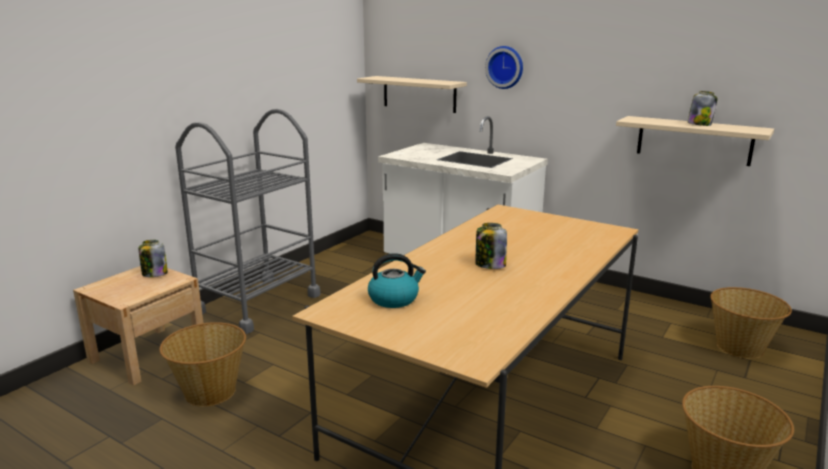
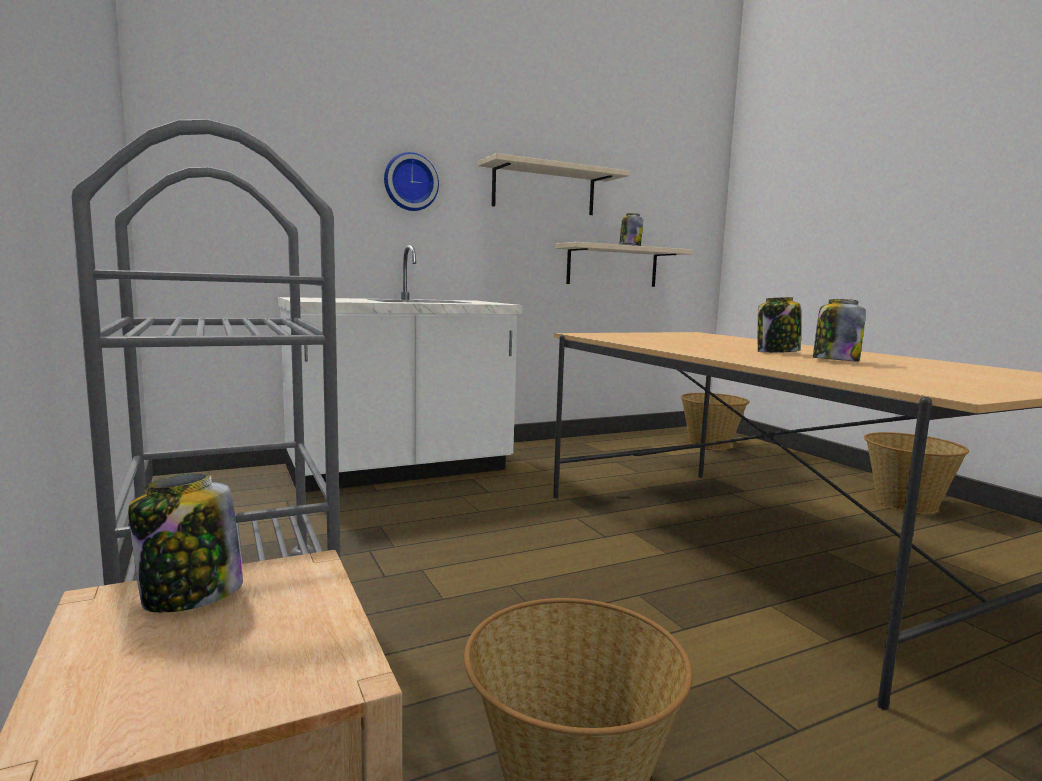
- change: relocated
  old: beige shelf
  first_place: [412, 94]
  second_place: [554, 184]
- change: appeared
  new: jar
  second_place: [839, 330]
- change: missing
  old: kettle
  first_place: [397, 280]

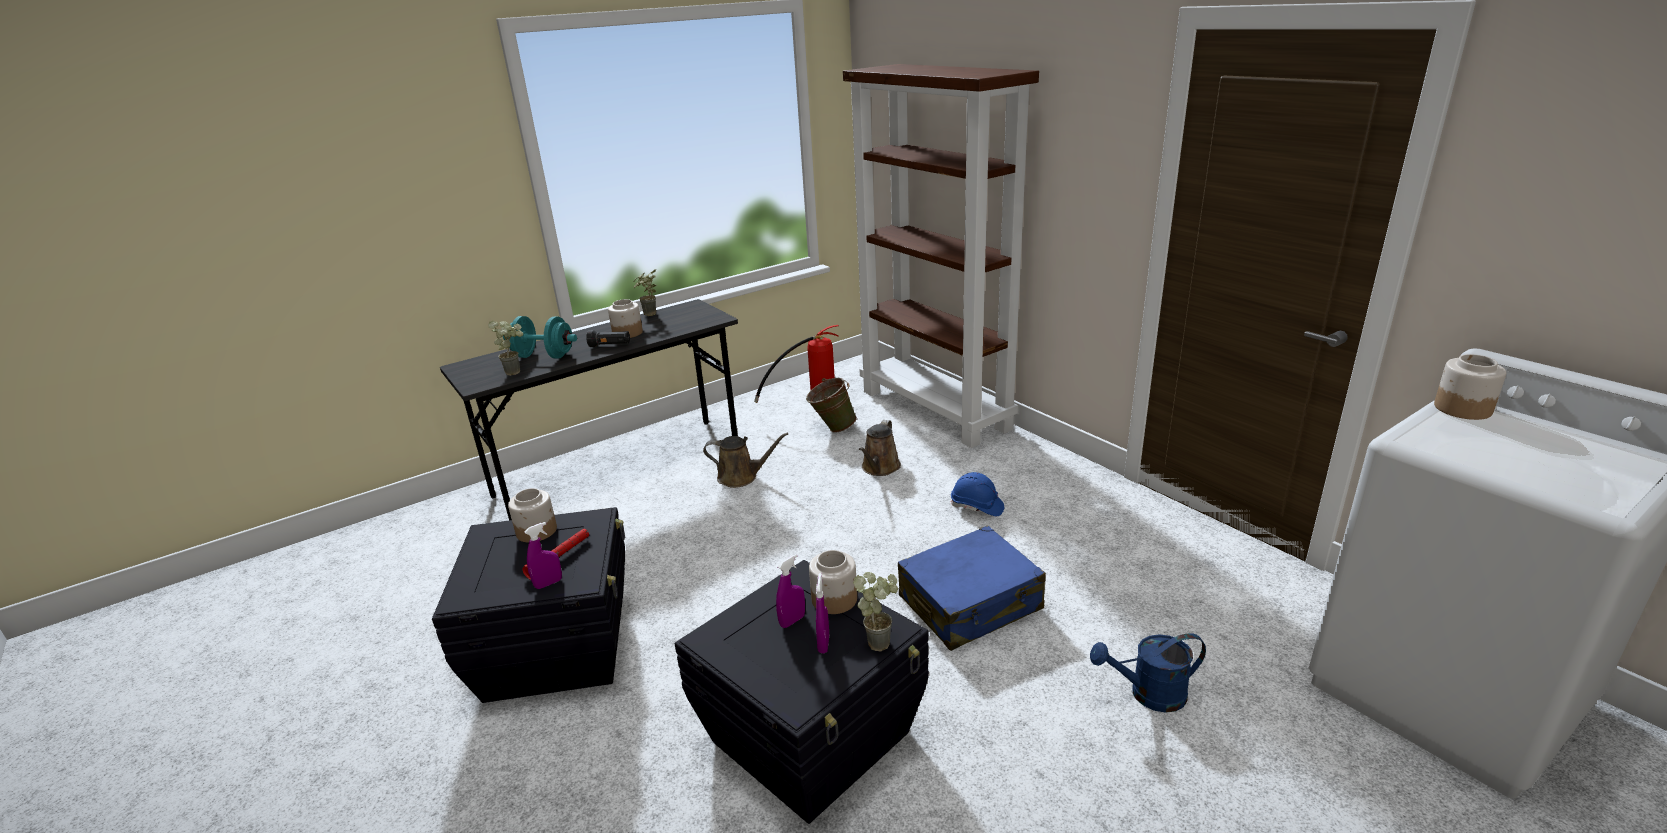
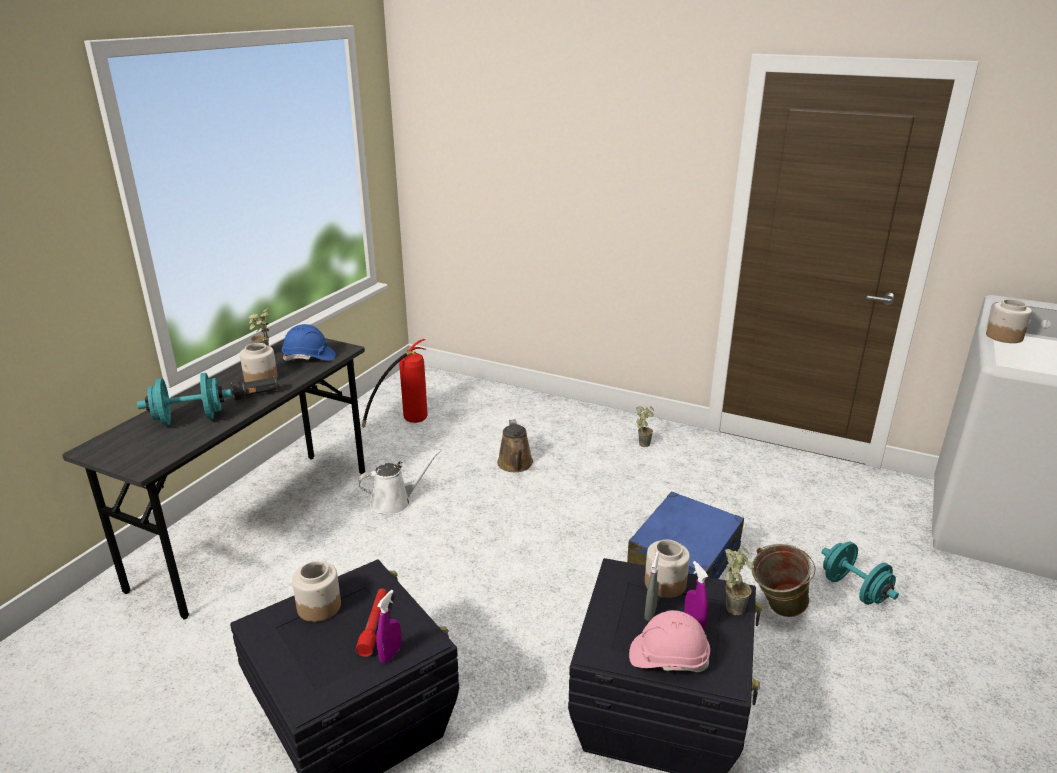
- change: relocated
  old: blue hard hat
  first_place: [977, 494]
  second_place: [309, 342]
- change: colour
  old: brown watering can
  new: white watering can
  first_place: [745, 460]
  second_place: [400, 482]
- change: appeared
  new: pink hard hat
  second_place: [669, 641]
- change: relocated
  old: potted plant
  first_place: [505, 348]
  second_place: [645, 426]
- change: colour
  old: purple spray bottle
  new: grey spray bottle
  first_place: [790, 591]
  second_place: [651, 586]
- change: relocated
  old: green bucket
  first_place: [831, 405]
  second_place: [783, 580]
- change: exchanged
  old: blue watering can
  new: turquoise dumbbell
  first_place: [1148, 673]
  second_place: [860, 573]
- change: missing
  old: brown bookcase
  first_place: [941, 256]

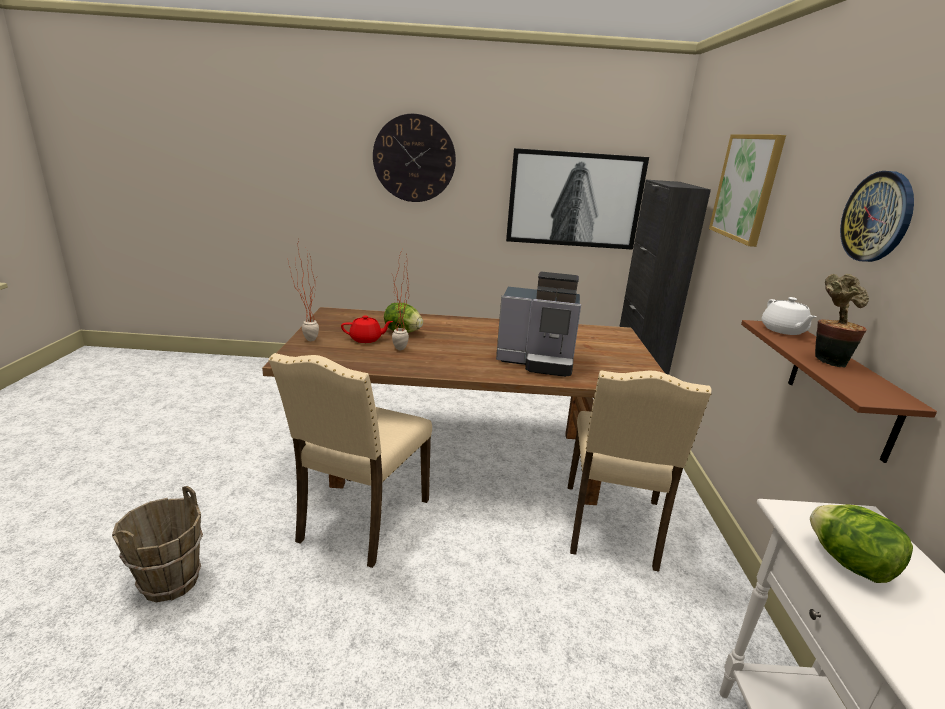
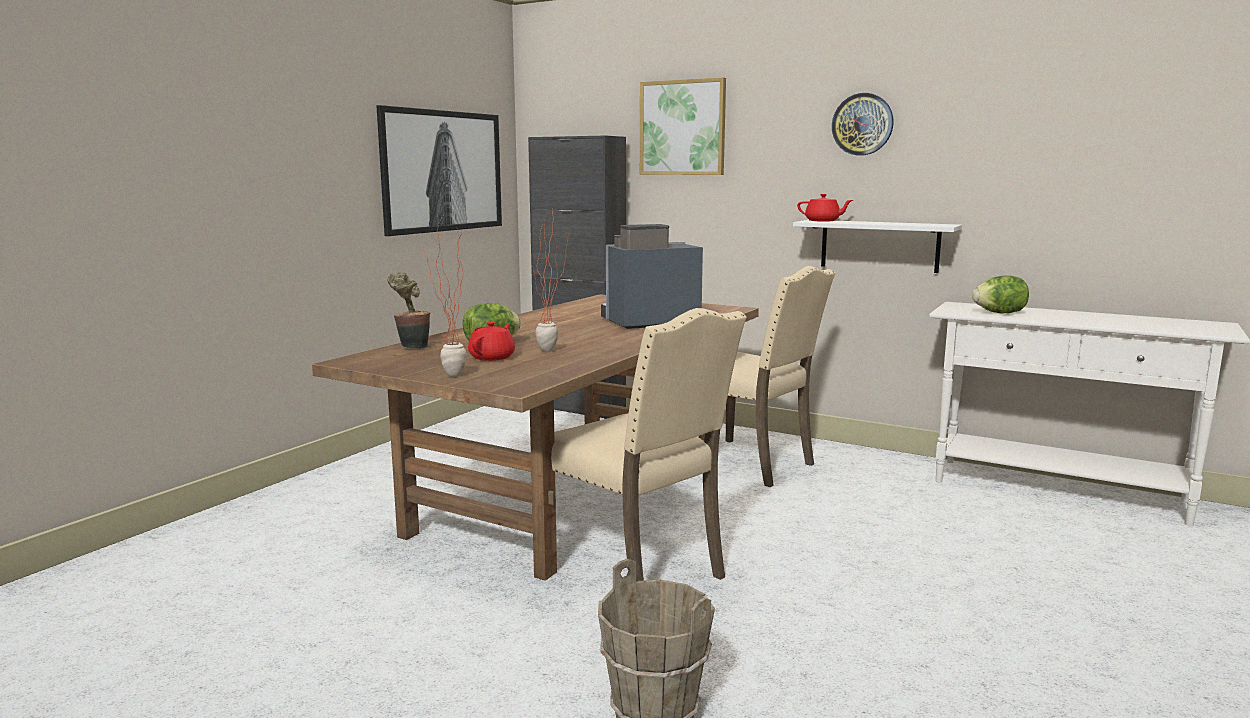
- change: relocated
  old: potted plant
  first_place: [842, 321]
  second_place: [408, 310]
- change: spun
  old: coffee machine
  first_place: [538, 324]
  second_place: [652, 276]
  degrees: -150
- change: colour
  old: brown shelf
  new: white shelf
  first_place: [839, 391]
  second_place: [877, 246]
- change: colour
  old: white teapot
  new: red teapot
  first_place: [789, 316]
  second_place: [825, 208]
- change: missing
  old: wall clock
  first_place: [414, 158]

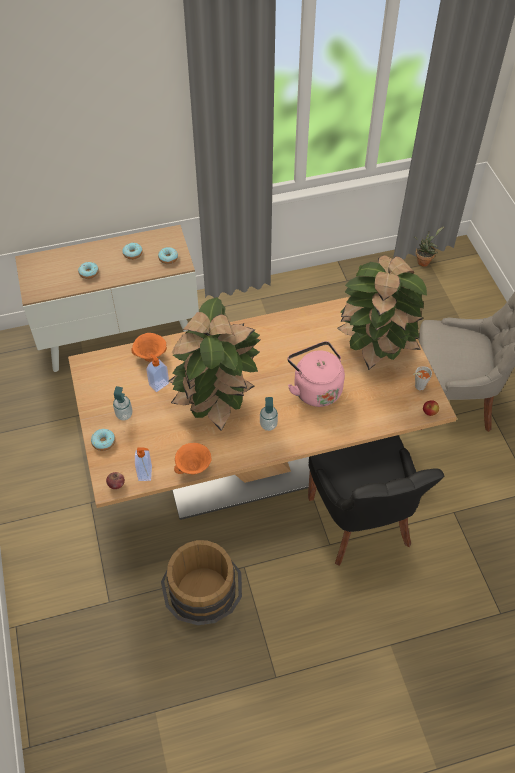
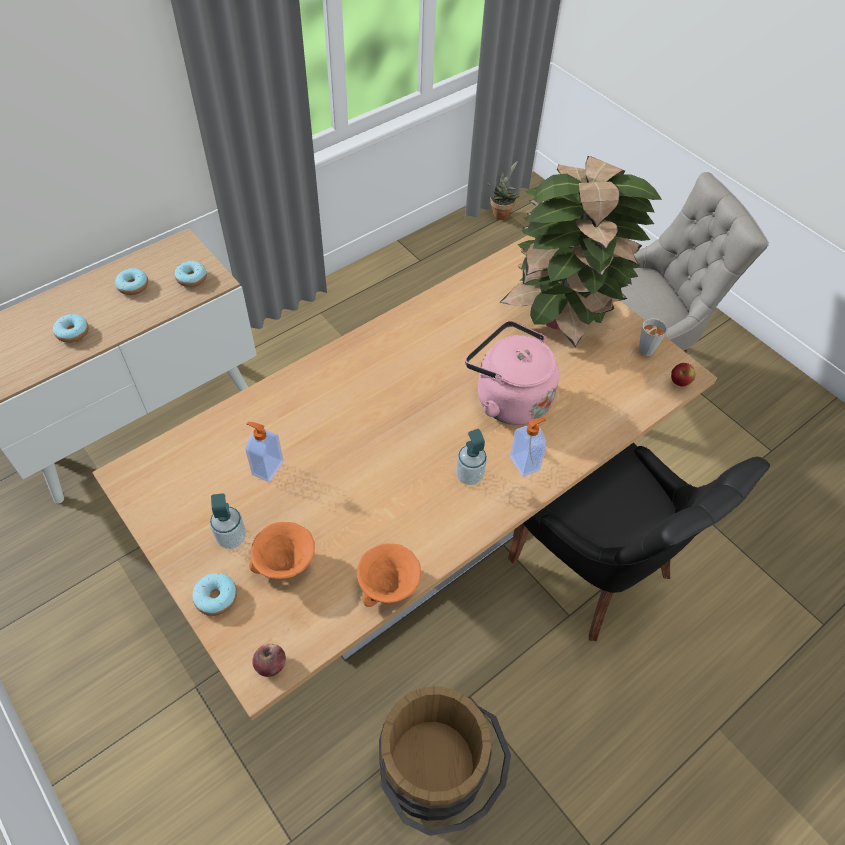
- change: relocated
  old: orange bowl
  first_place: [149, 347]
  second_place: [282, 550]
- change: relocated
  old: soap dispenser
  first_place: [143, 464]
  second_place: [528, 447]
- change: missing
  old: potted plant
  first_place: [214, 364]

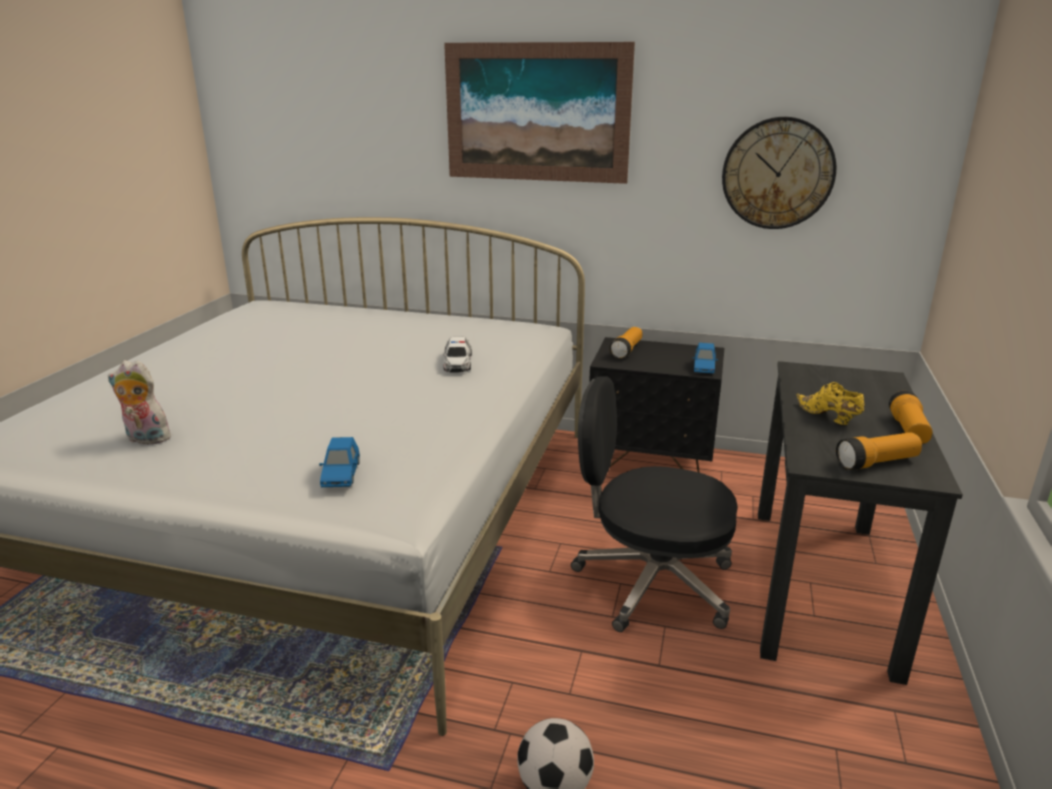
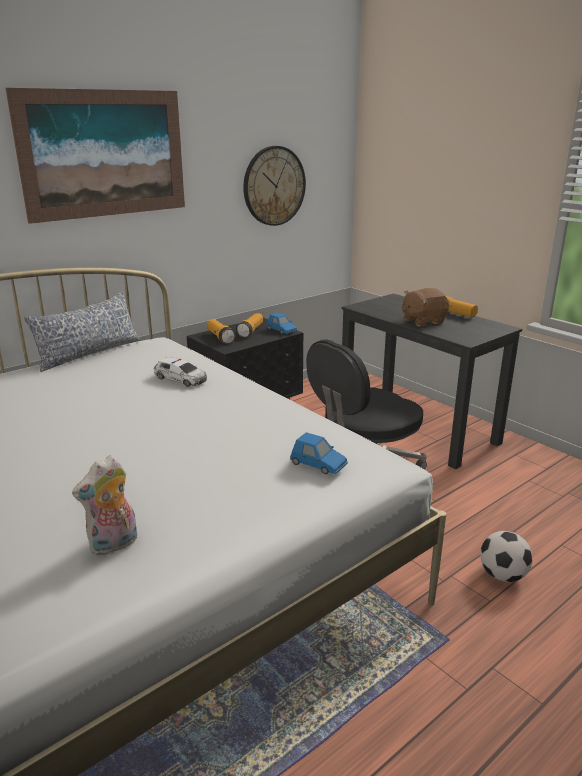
- change: appeared
  new: pillow
  second_place: [82, 331]
- change: relocated
  old: flashlight
  first_place: [879, 451]
  second_place: [249, 325]
- change: exchanged
  old: yellow shoe
  new: brown plush toy
  first_place: [830, 403]
  second_place: [425, 307]

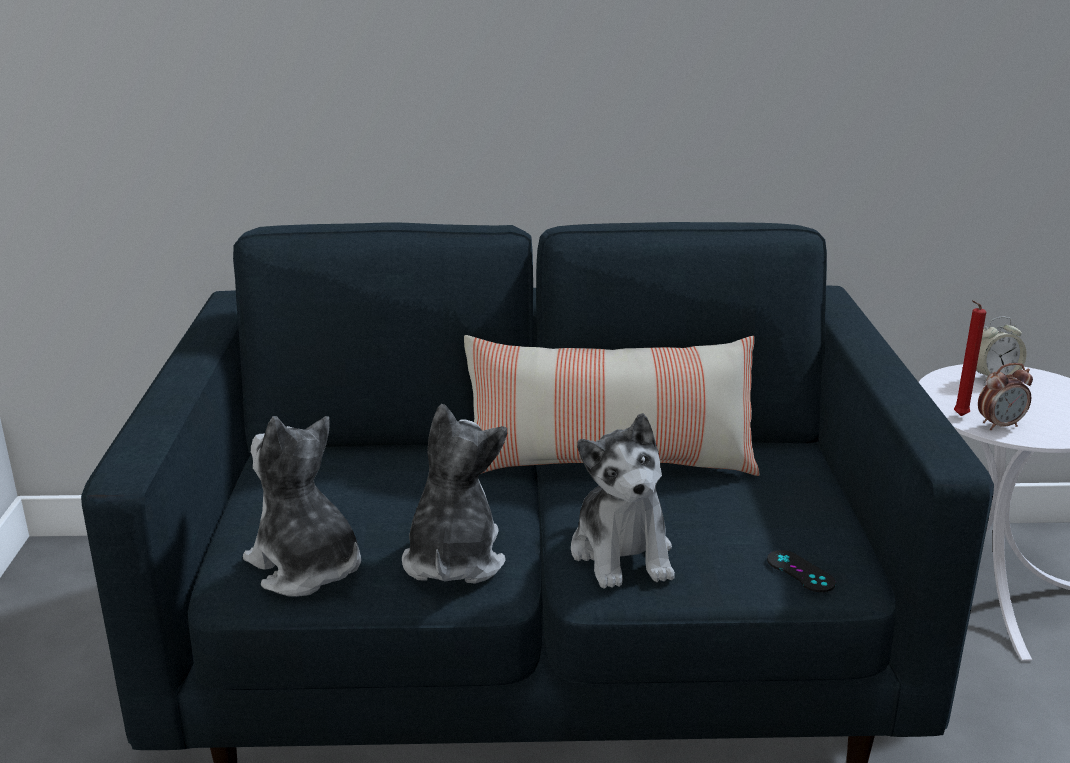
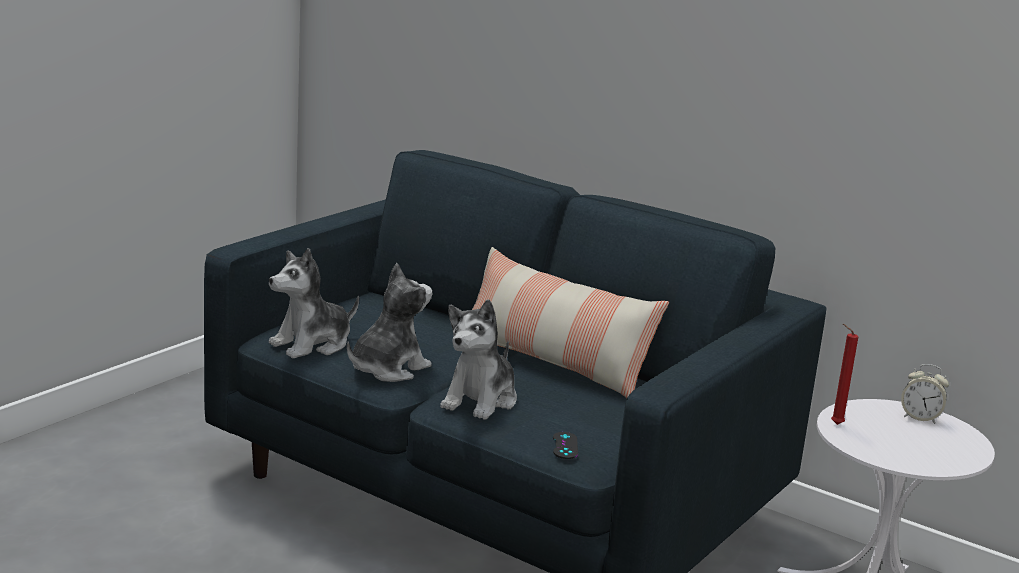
- change: spun
  old: plush toy
  first_place: [302, 506]
  second_place: [314, 303]
  degrees: -120
- change: missing
  old: alarm clock
  first_place: [1005, 396]

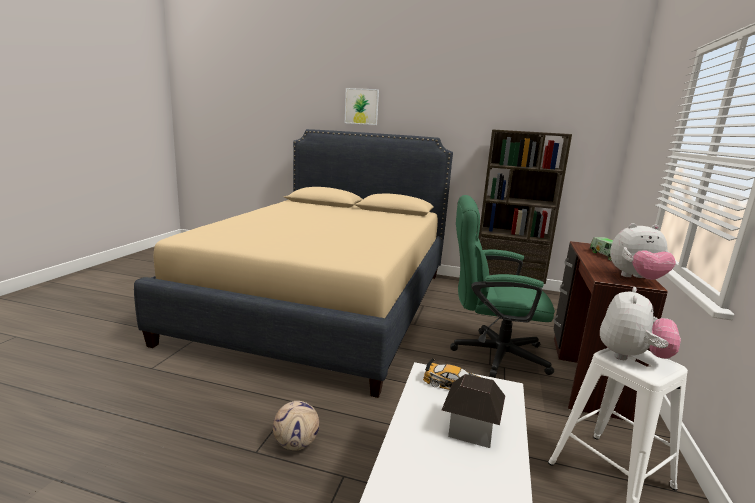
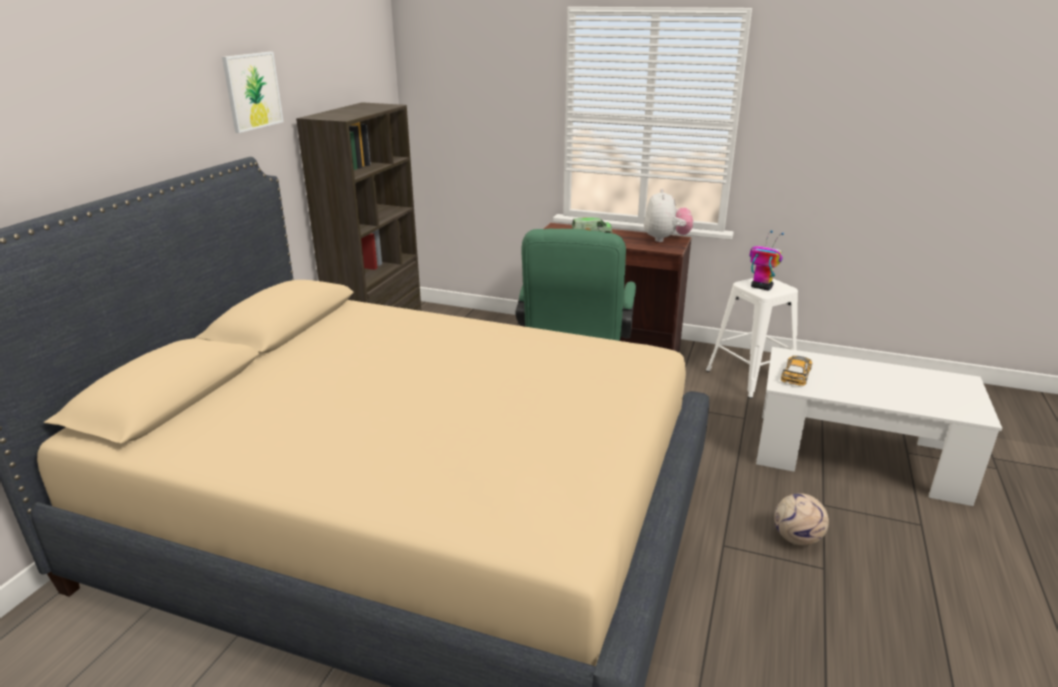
- change: relocated
  old: picture
  first_place: [362, 106]
  second_place: [253, 92]
- change: exchanged
  old: plush toy
  new: toy robot
  first_place: [640, 323]
  second_place: [766, 260]
- change: missing
  old: toy house
  first_place: [473, 411]

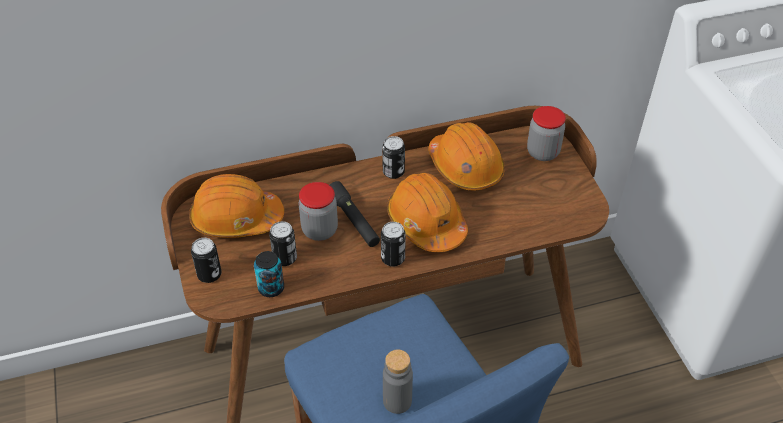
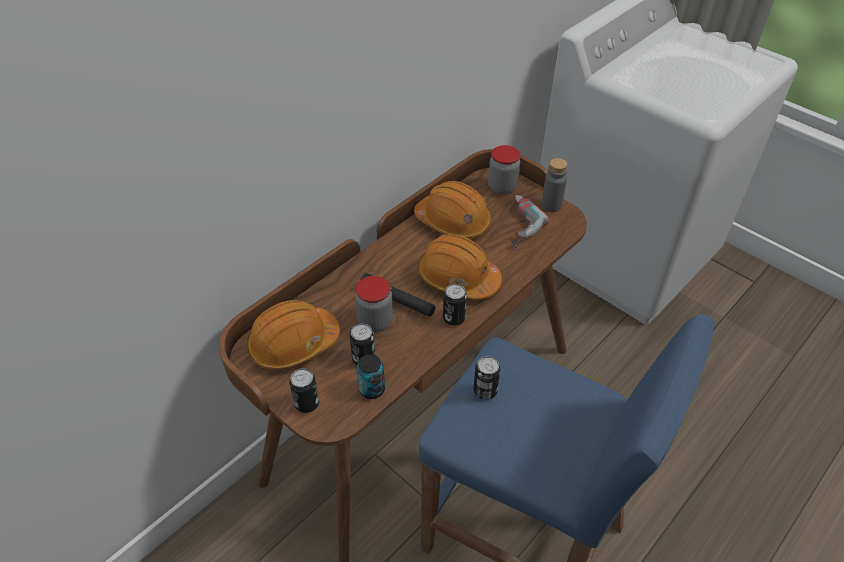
- change: relocated
  old: can
  first_place: [393, 157]
  second_place: [486, 378]
- change: appeared
  new: power drill
  second_place: [530, 222]
- change: relocated
  old: grey bottle
  first_place: [398, 381]
  second_place: [554, 185]

